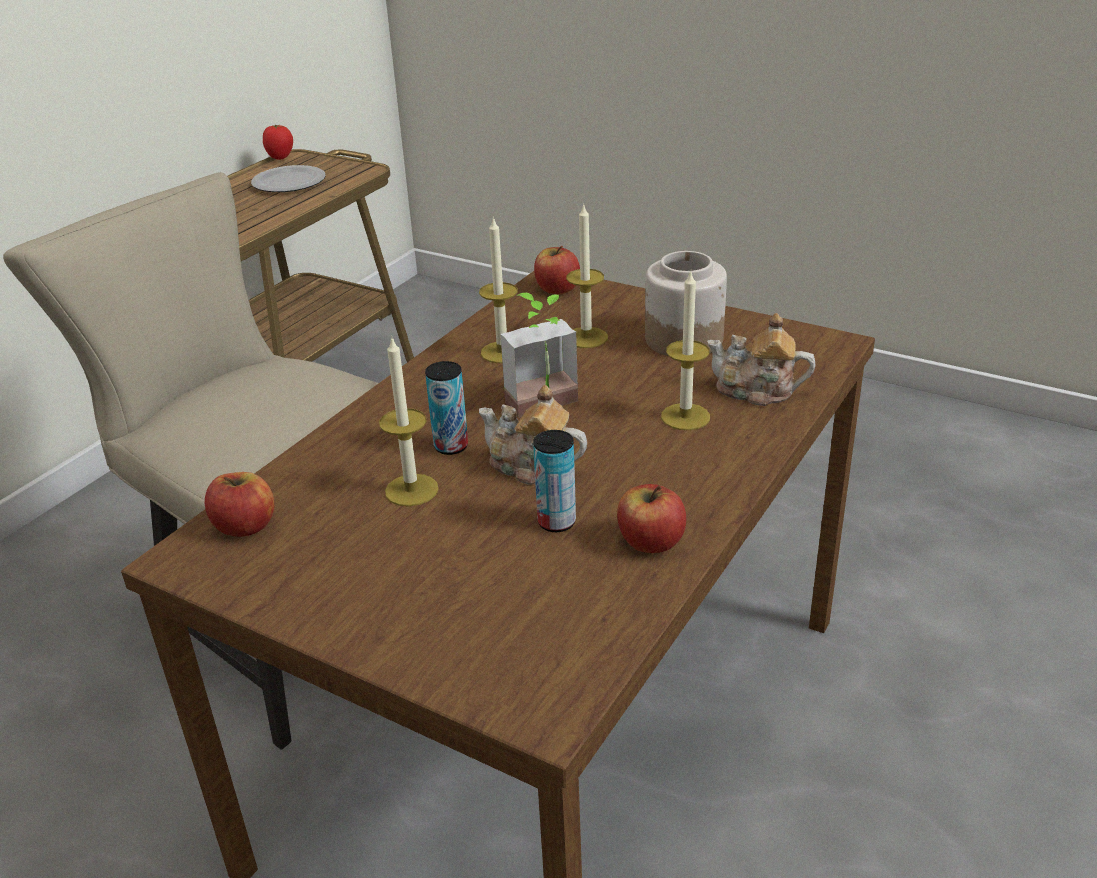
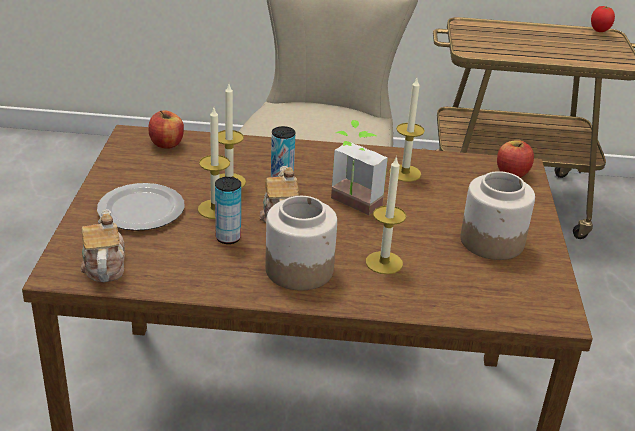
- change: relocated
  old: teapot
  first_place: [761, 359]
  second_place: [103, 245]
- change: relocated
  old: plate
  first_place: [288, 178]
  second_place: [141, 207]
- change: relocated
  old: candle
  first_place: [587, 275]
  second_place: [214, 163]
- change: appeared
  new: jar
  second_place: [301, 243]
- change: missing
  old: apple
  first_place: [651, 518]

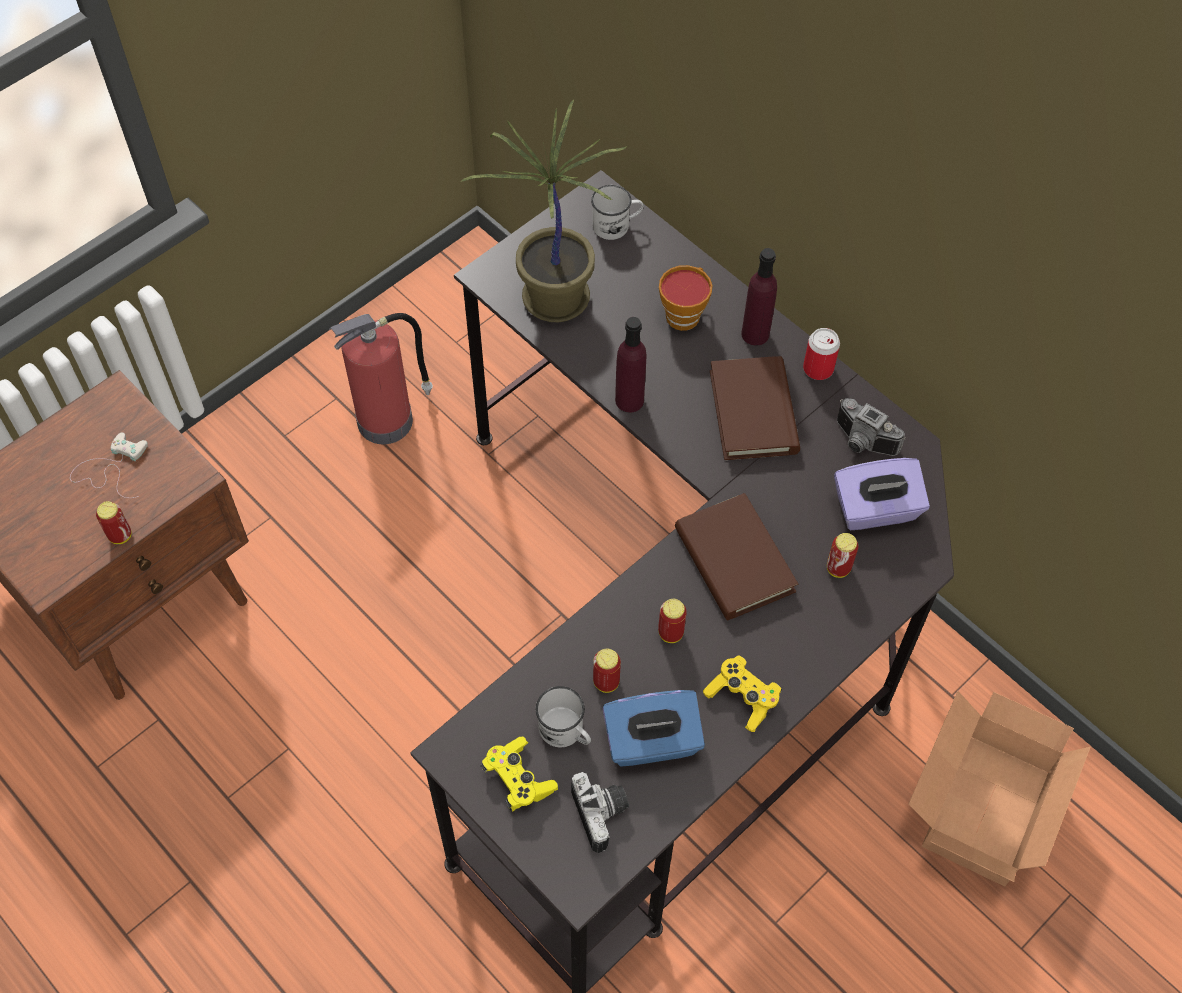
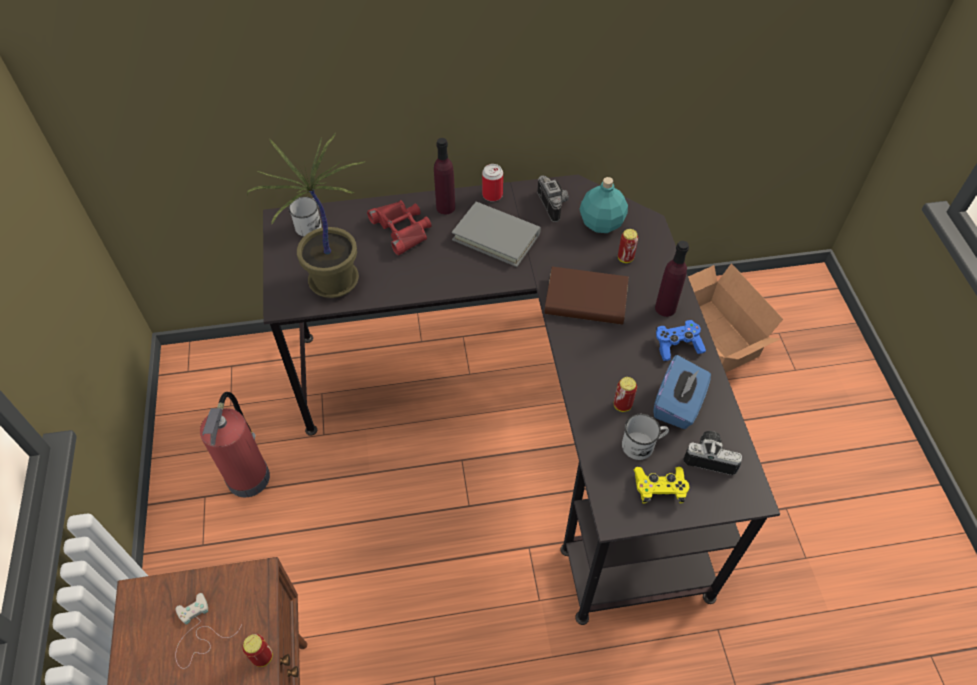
- change: exchanged
  old: cup
  new: red binoculars
  first_place: [686, 298]
  second_place: [399, 227]
- change: colour
  old: brown book
  new: grey book
  first_place: [755, 408]
  second_place: [496, 234]
- change: spun
  old: photo camera
  first_place: [871, 427]
  second_place: [553, 198]
  degrees: -90
- change: exchanged
  old: purple tissue box
  new: turquoise bottle
  first_place: [882, 494]
  second_place: [604, 205]
- change: relocated
  old: purple bottle
  first_place: [630, 365]
  second_place: [672, 279]
- change: colour
  old: yellow game controller
  new: blue game controller
  first_place: [742, 693]
  second_place: [681, 340]
- change: missing
  old: can
  first_place: [672, 621]

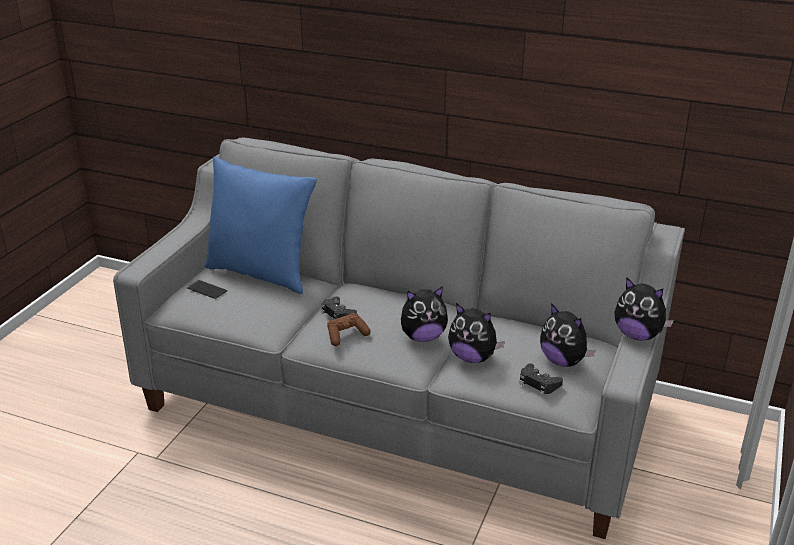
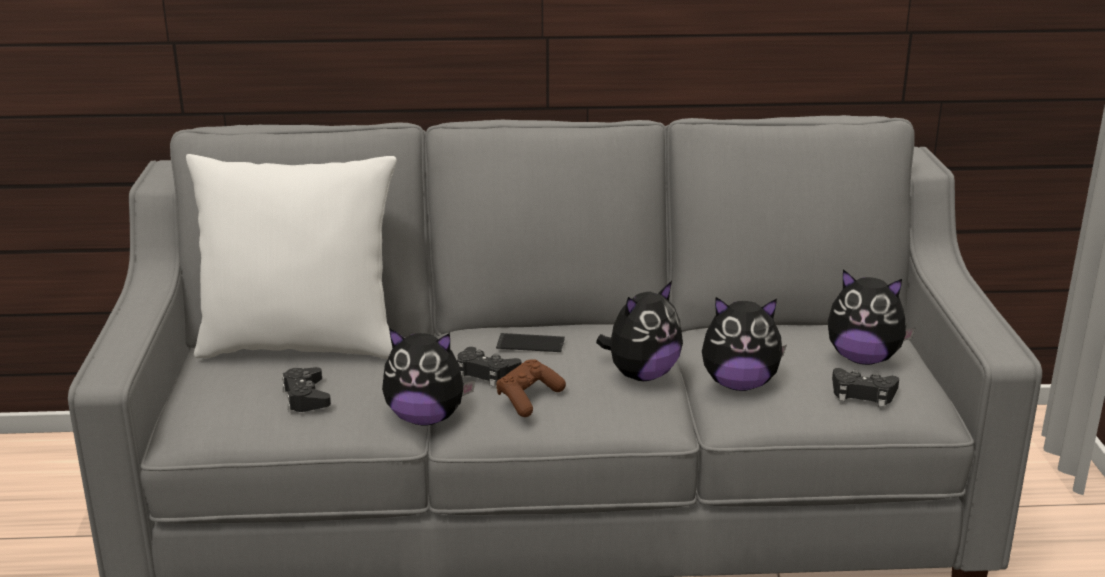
- change: colour
  old: blue pillow
  new: white pillow
  first_place: [261, 225]
  second_place: [291, 256]
- change: appeared
  new: black game controller
  second_place: [306, 389]
- change: relocated
  old: plush toy
  first_place: [644, 308]
  second_place: [428, 376]
- change: relocated
  old: phone
  first_place: [206, 289]
  second_place: [530, 342]

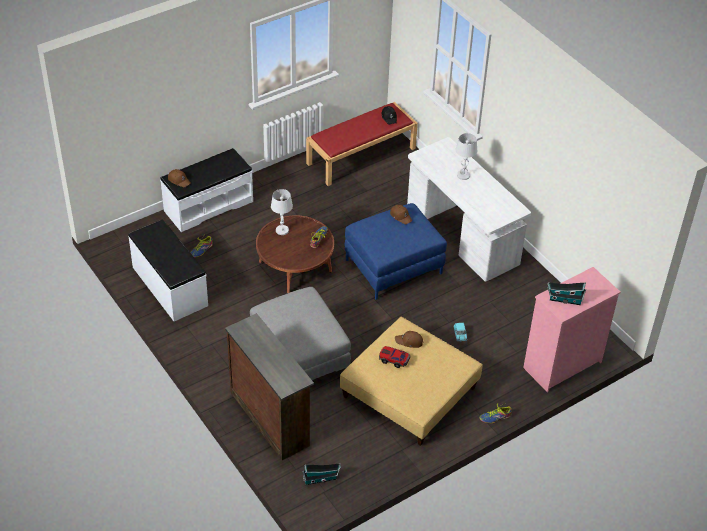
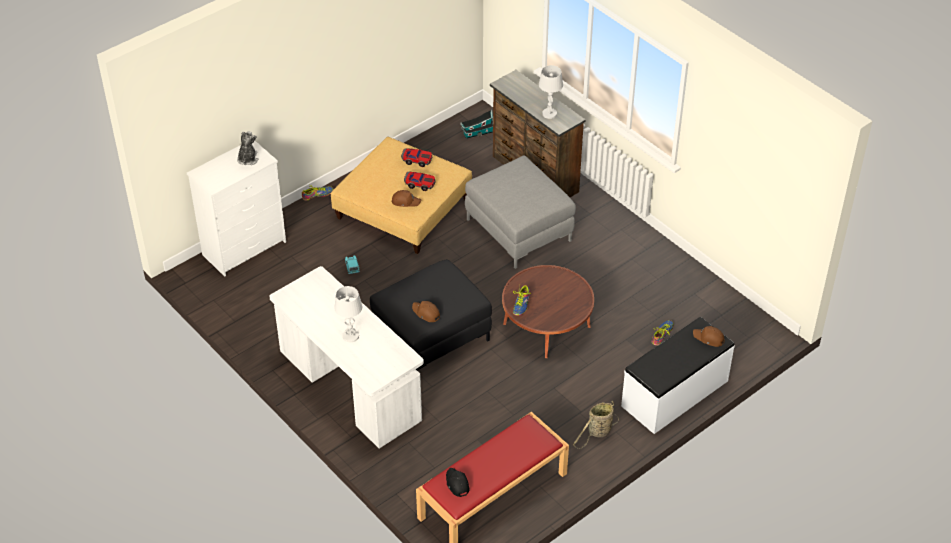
- change: colour
  old: pink dresser
  new: white dresser
  first_place: [572, 329]
  second_place: [236, 209]
- change: exchanged
  old: toy house
  new: plush toy
  first_place: [566, 293]
  second_place: [247, 148]
- change: colour
  old: blue ottoman
  new: black ottoman
  first_place: [396, 251]
  second_place: [431, 314]
- change: appeared
  new: toy car
  second_place: [416, 157]
- change: relocated
  old: white table lamp
  first_place: [282, 212]
  second_place: [551, 92]
- change: appeared
  new: basket
  second_place: [596, 425]
- change: missing
  old: white bench
  first_place: [168, 270]

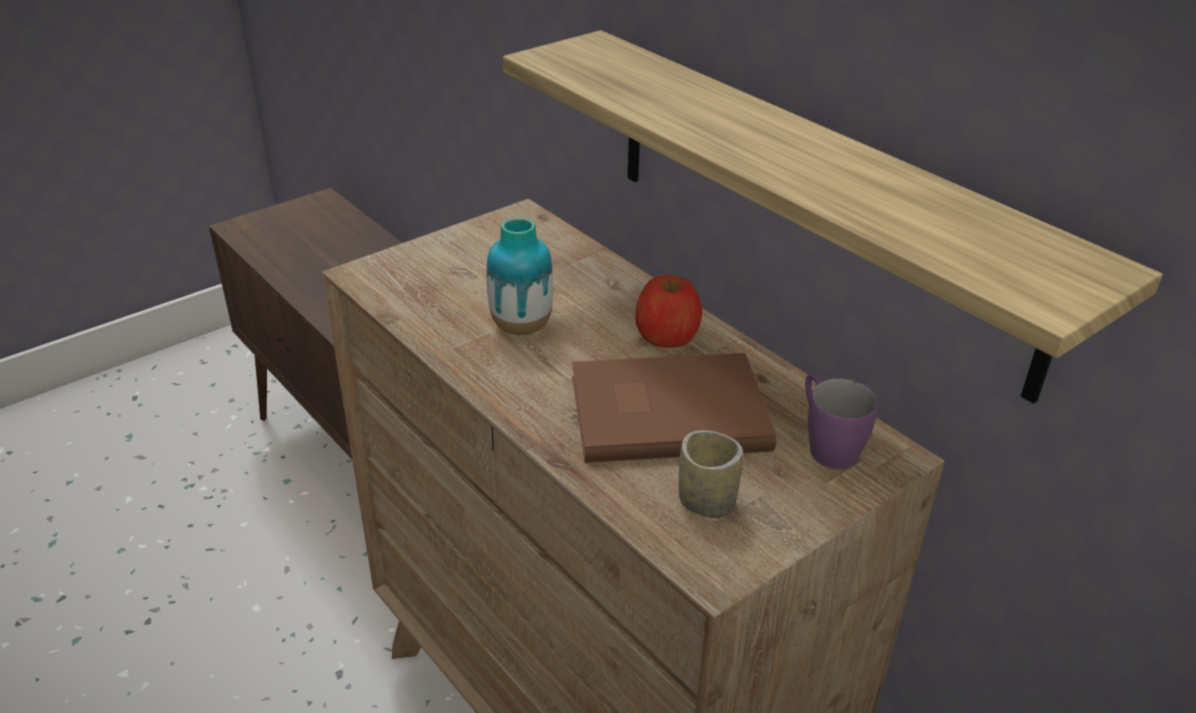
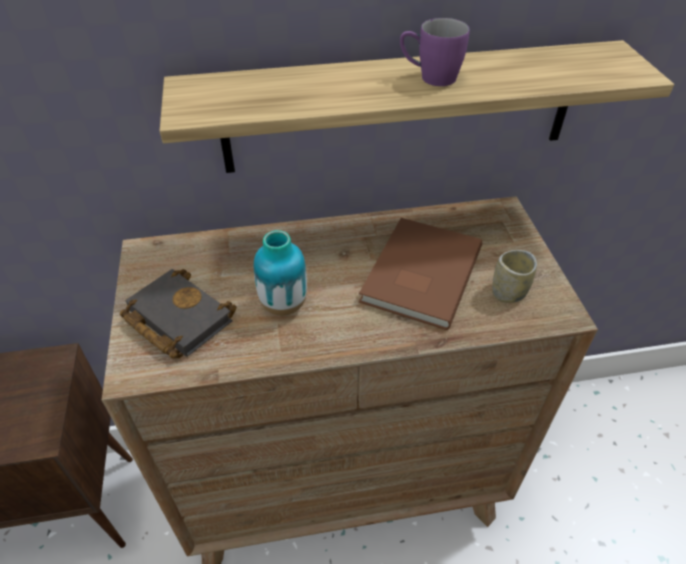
- change: appeared
  new: black book
  second_place: [178, 314]
- change: relocated
  old: purple mug
  first_place: [841, 421]
  second_place: [435, 52]
- change: missing
  old: apple
  first_place: [668, 311]

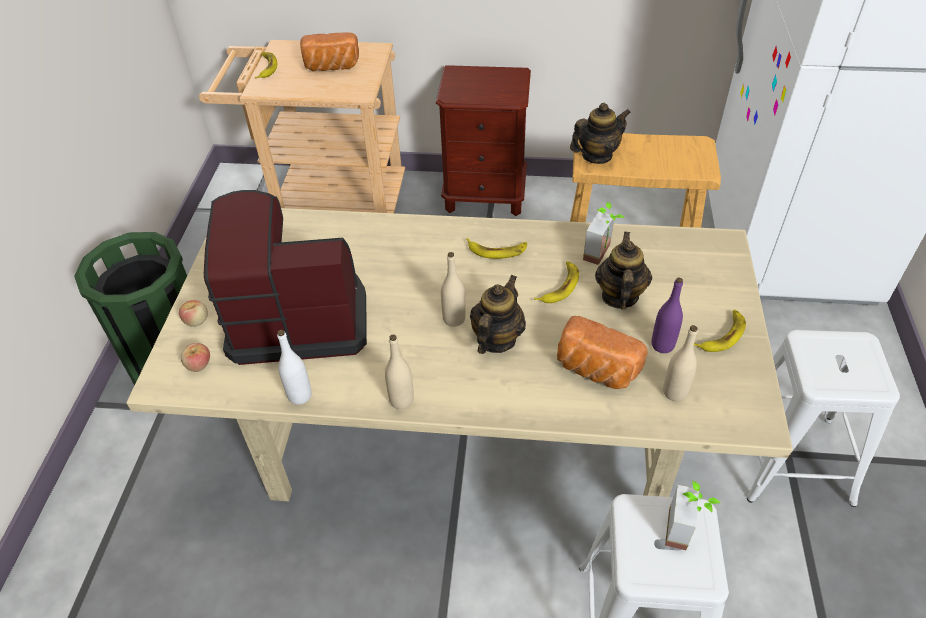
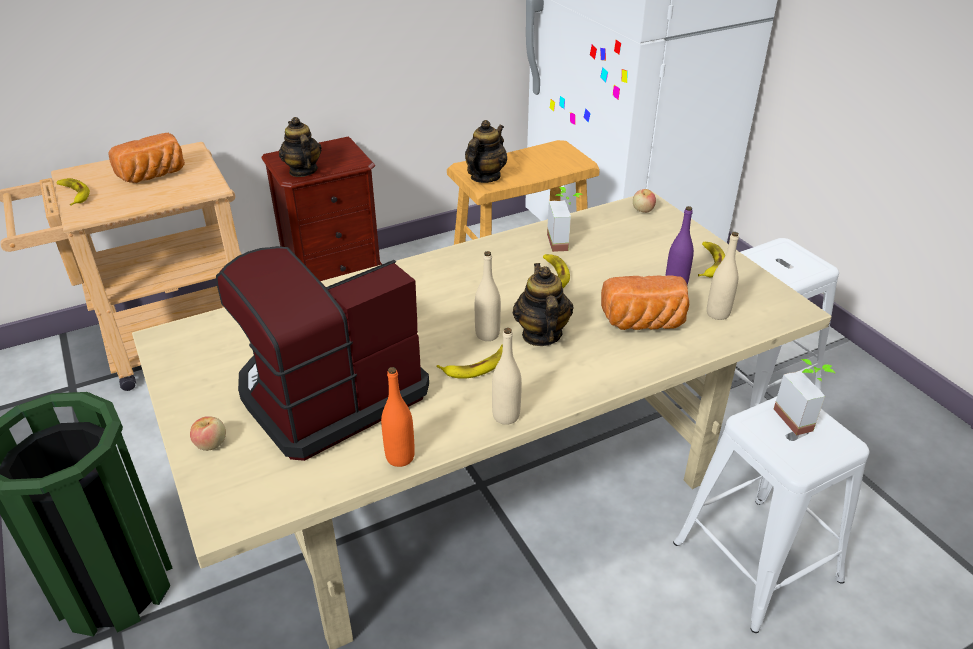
- change: relocated
  old: teapot
  first_place: [623, 271]
  second_place: [300, 147]
- change: colour
  old: white bottle
  new: orange bottle
  first_place: [294, 367]
  second_place: [398, 417]
- change: relocated
  old: banana
  first_place: [496, 248]
  second_place: [469, 362]
- change: relocated
  old: apple
  first_place: [195, 357]
  second_place: [644, 201]

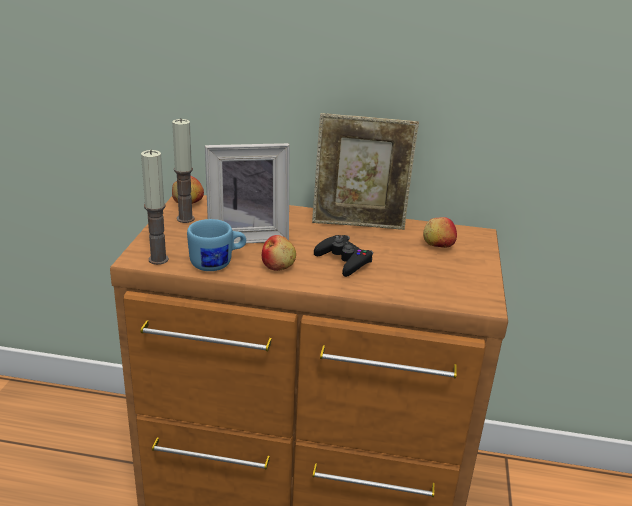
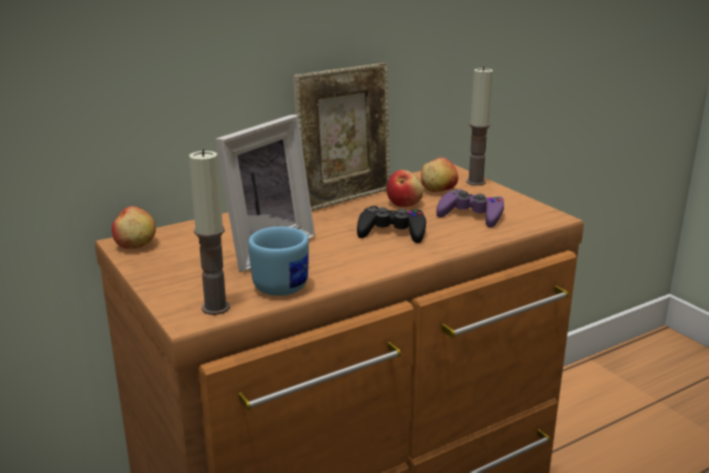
- change: relocated
  old: apple
  first_place: [279, 253]
  second_place: [405, 188]
- change: appeared
  new: purple game controller
  second_place: [470, 208]
- change: relocated
  old: candle
  first_place: [183, 170]
  second_place: [479, 126]

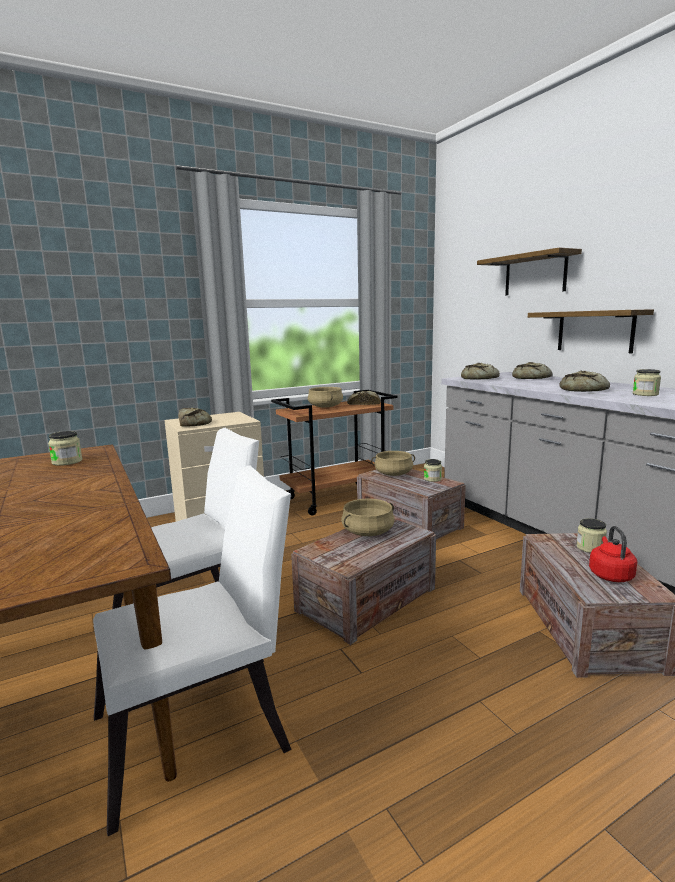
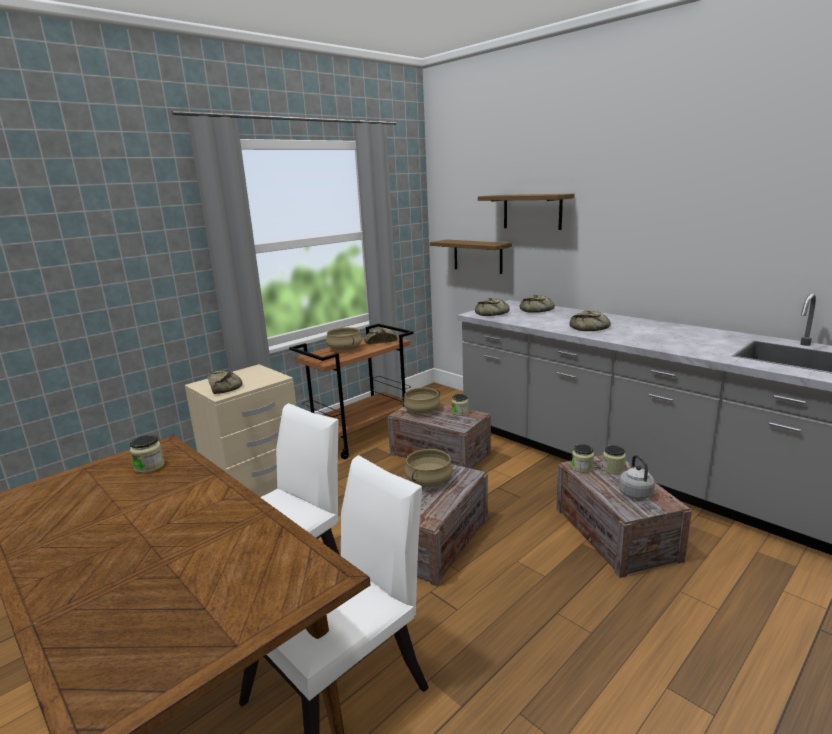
- change: relocated
  old: shelf
  first_place: [591, 331]
  second_place: [471, 257]
- change: relocated
  old: jar
  first_place: [647, 382]
  second_place: [583, 458]
- change: colour
  old: red kettle
  new: grey kettle
  first_place: [613, 554]
  second_place: [637, 477]

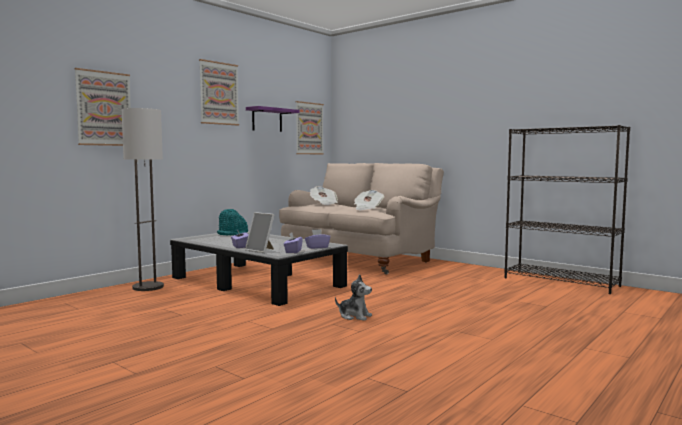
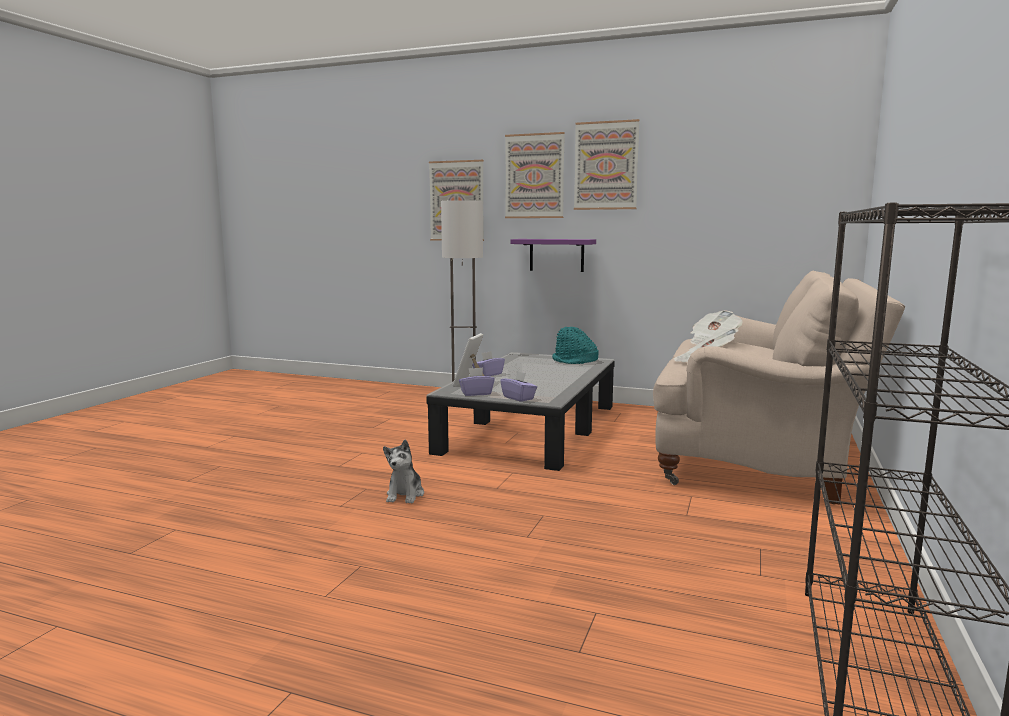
- change: relocated
  old: picture
  first_place: [310, 127]
  second_place: [535, 175]
- change: relocated
  old: purple shelf
  first_place: [272, 119]
  second_place: [553, 255]

